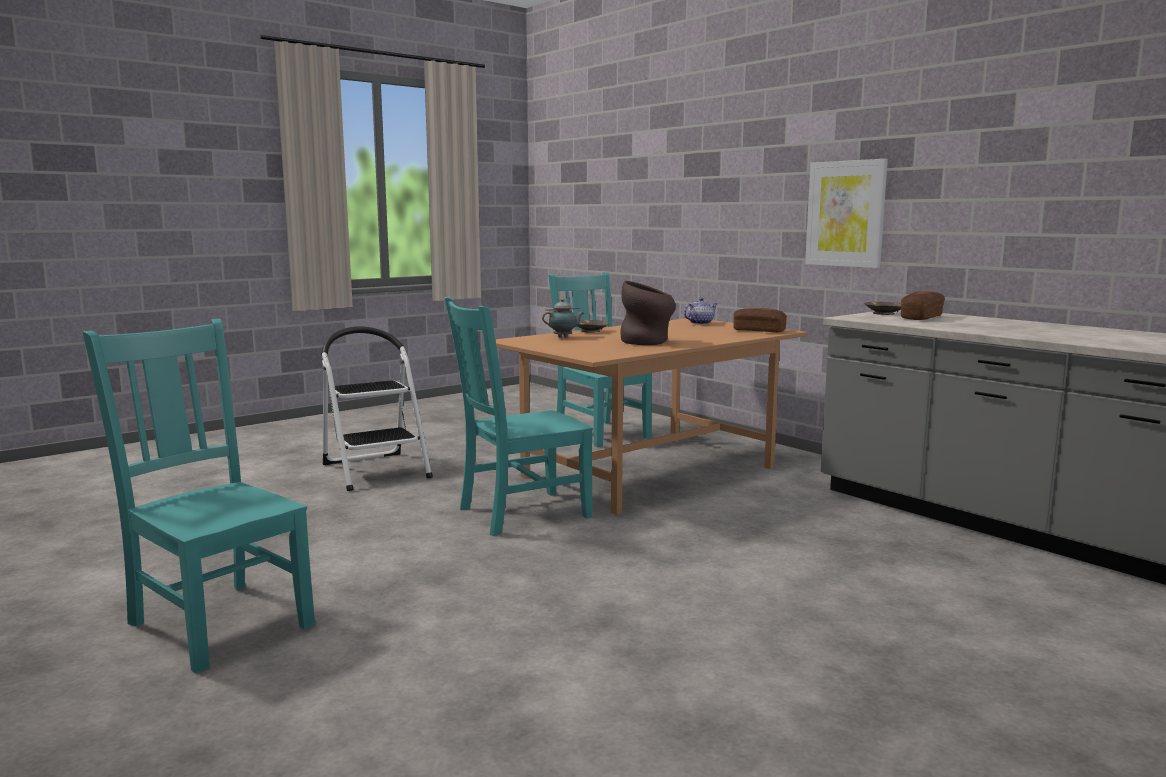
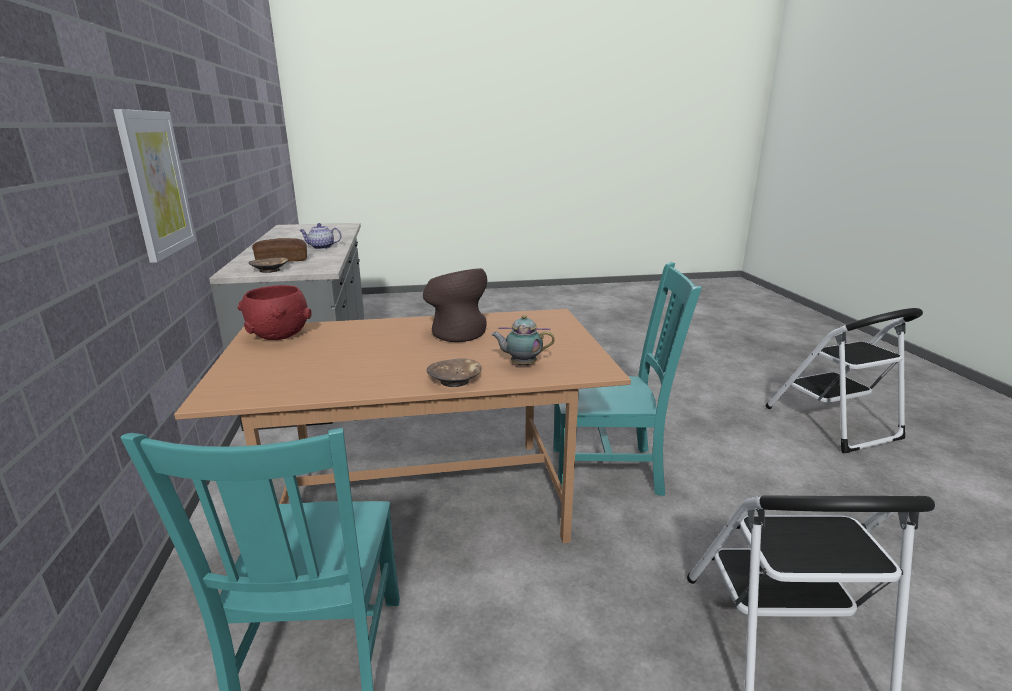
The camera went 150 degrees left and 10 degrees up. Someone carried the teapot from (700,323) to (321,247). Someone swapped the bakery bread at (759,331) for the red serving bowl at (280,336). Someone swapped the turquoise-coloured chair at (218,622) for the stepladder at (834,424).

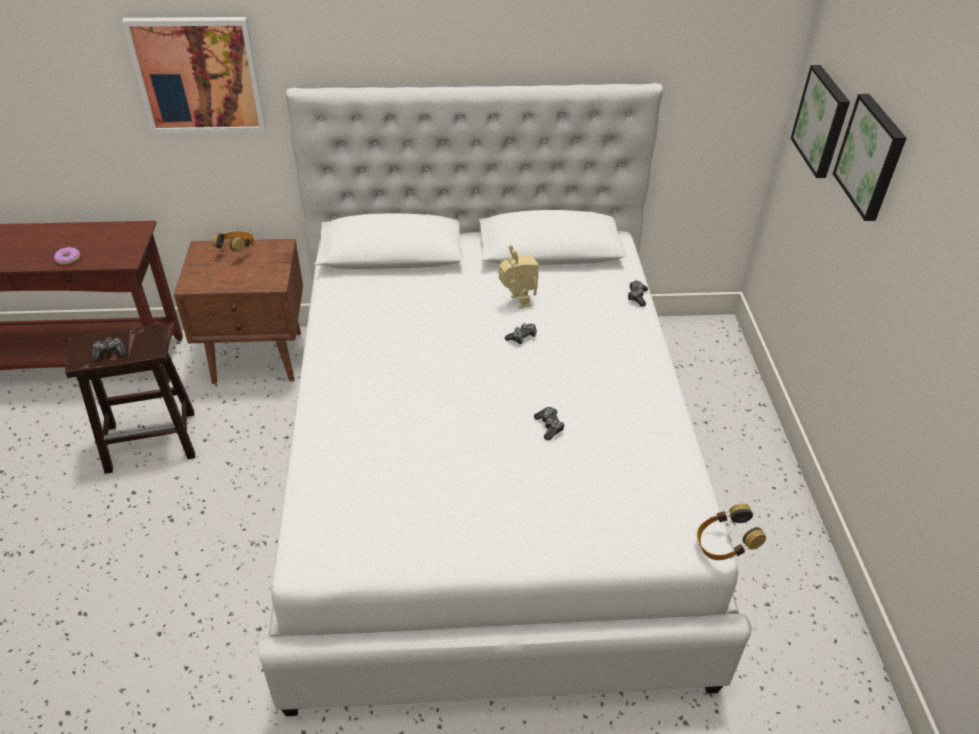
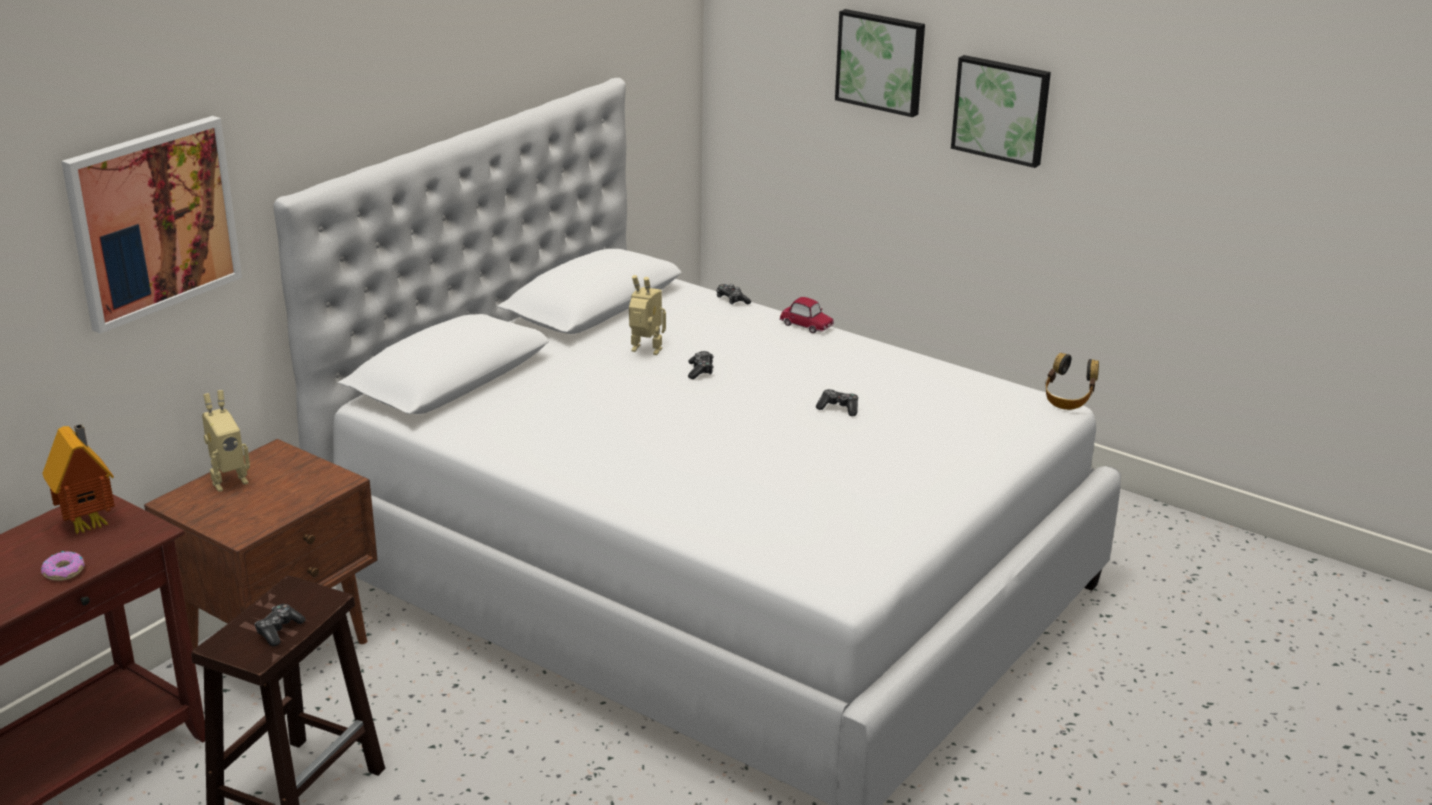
The camera went 50 degrees left and 15 degrees down. Someone carried the wall art from (823,121) to (1002,109). Someone swapped the headset at (237,250) for the robot figure at (228,481). Someone put down the model car at (806,325). Someone put down the toy house at (90,524).

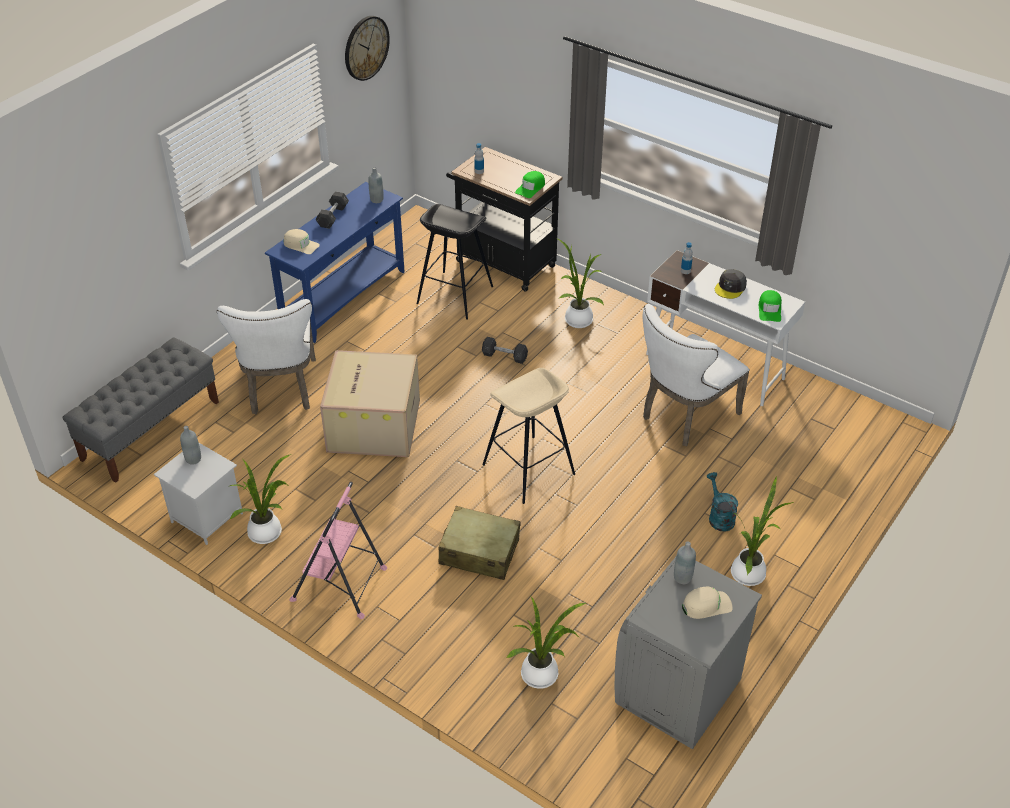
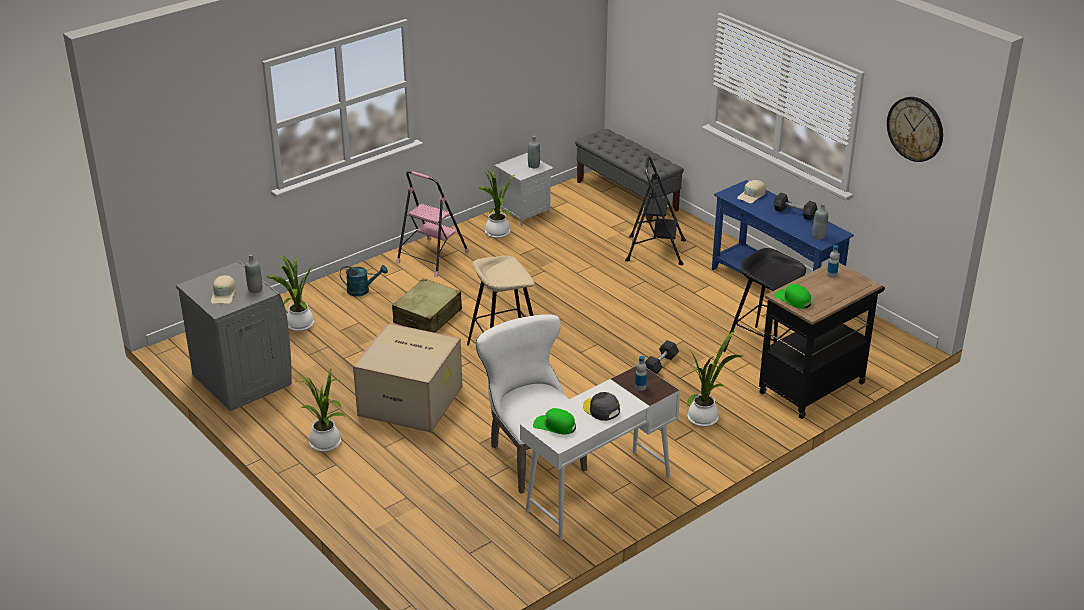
The camera went 105 degrees right and 10 degrees down. Someone swapped the whitish chair at (281,390) for the black-coloured stepladder at (653,250). Someone carried the packing box from (373,424) to (412,400). Someone carried the turquoise-coloured watering can from (719,517) to (362,290).

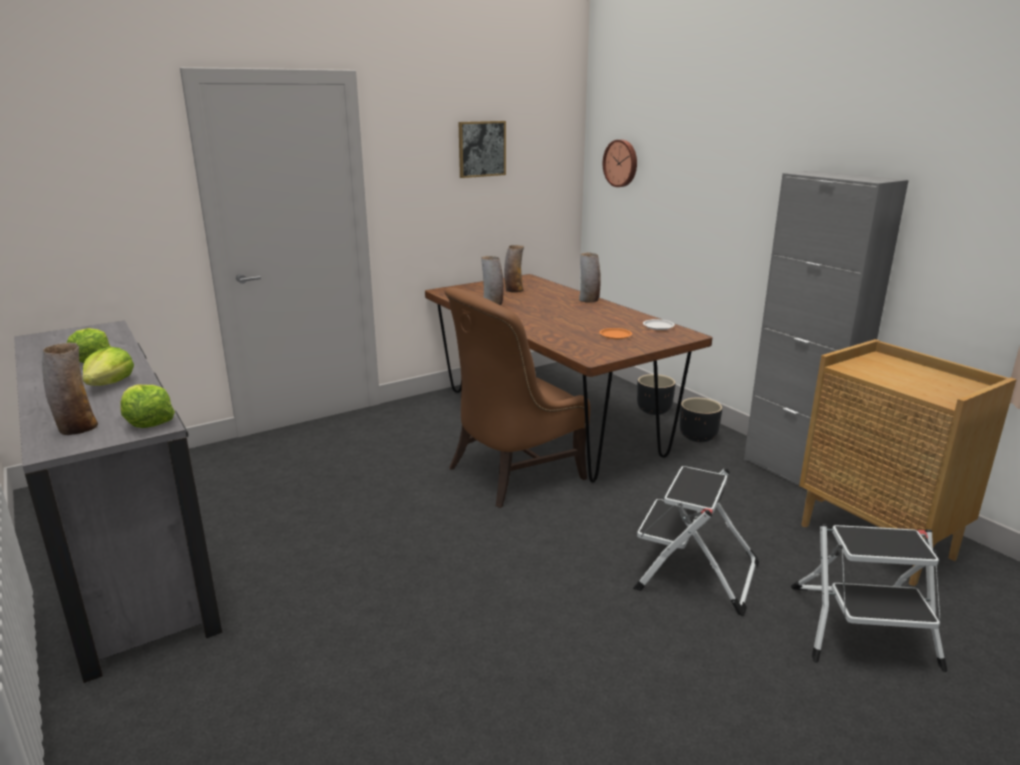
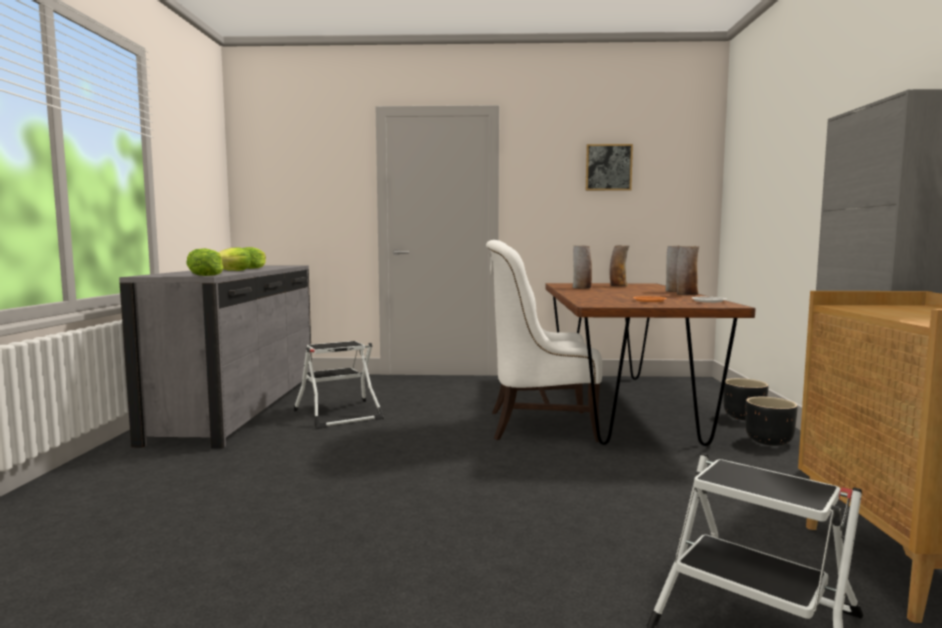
The camera went 35 degrees right and 15 degrees down. Someone took away the hanging clock at (621,163). Someone repainted the brown-coloured chair at (513,473), which became the whitish chair at (539,425). Someone carried the flower vase from (77,428) to (686,294). Someone carried the stepladder from (695,572) to (339,413).

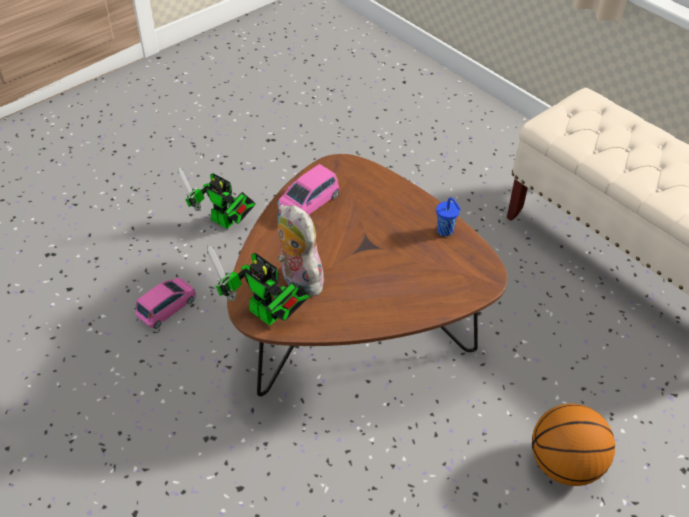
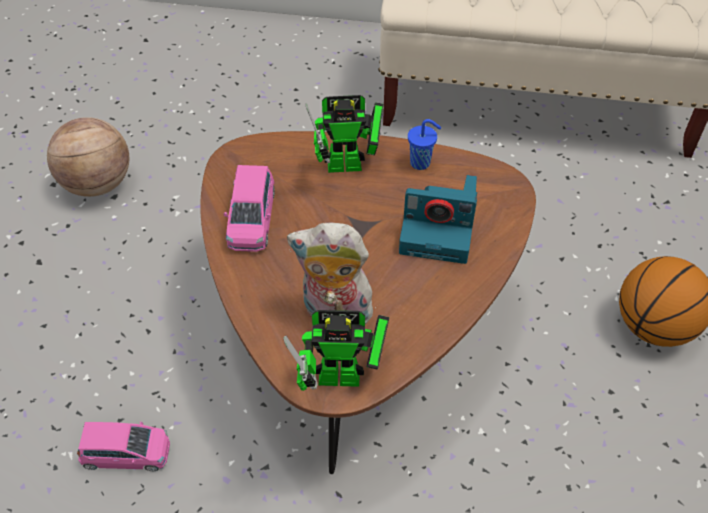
The camera went 40 degrees left and 5 degrees up. Someone carried the robot figure from (225,223) to (350,165). Someone rotated the pinkish model car at (167,308) by 90 degrees clockwise. Someone put down the ball for basketball at (97,184). Someone put down the photo camera at (439,230).

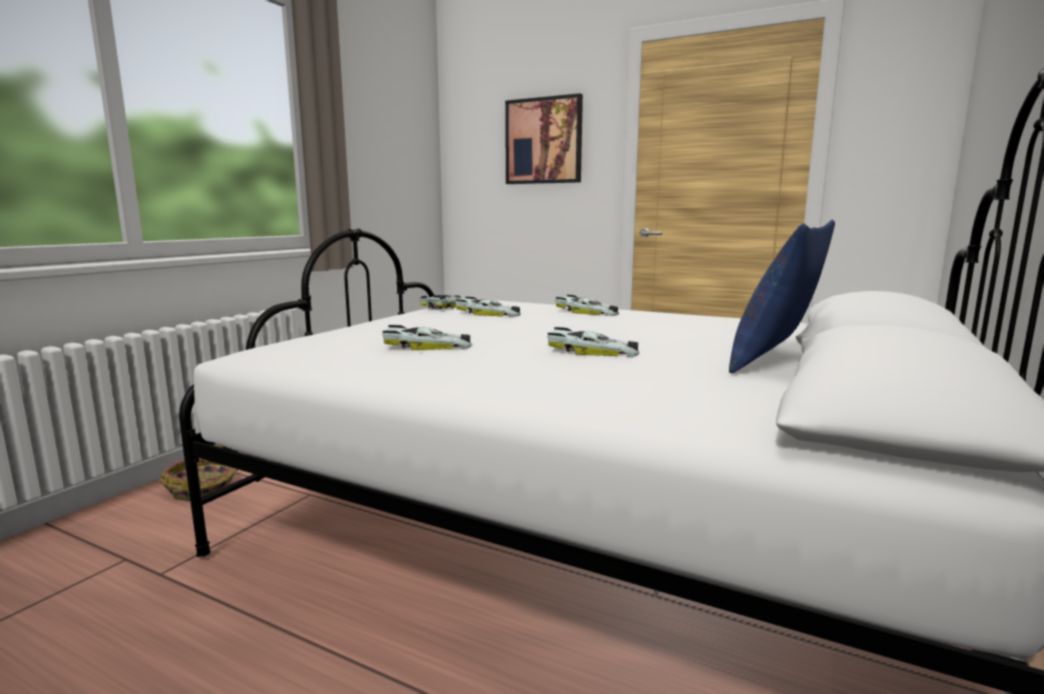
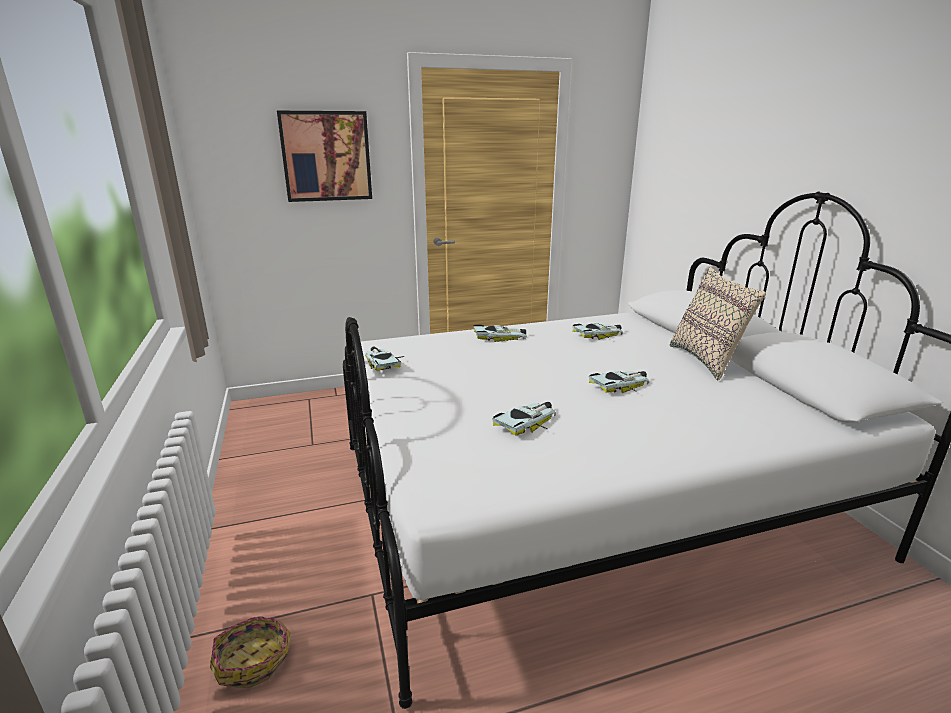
The camera went 45 degrees left and 10 degrees up. Someone repainted the blue throw pillow at (775,362), which became the beige-coloured throw pillow at (705,361). Someone carried the model car from (488,313) to (599,335).

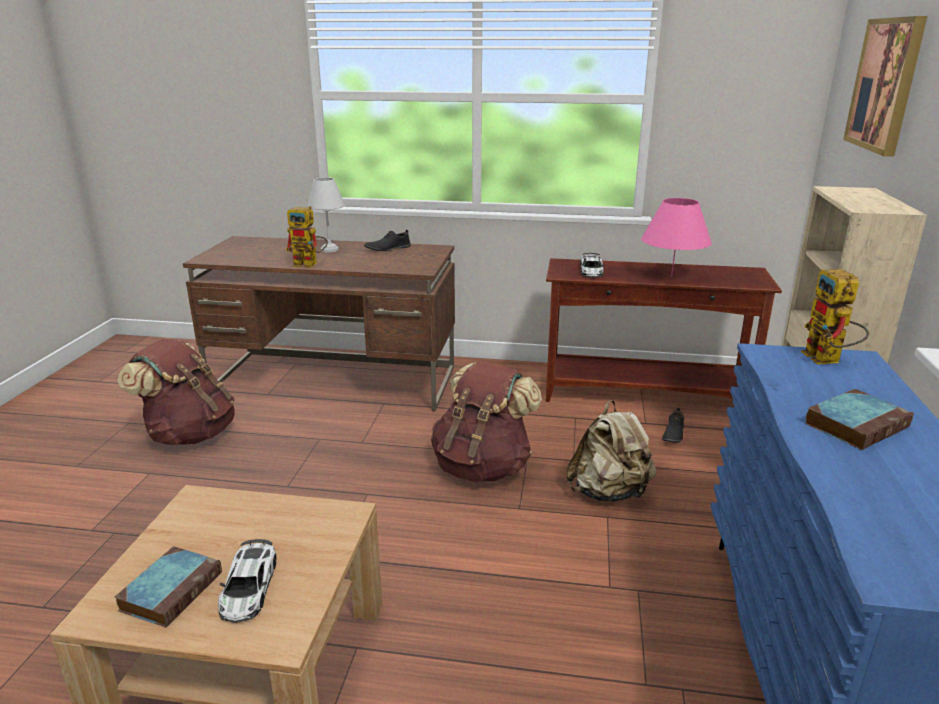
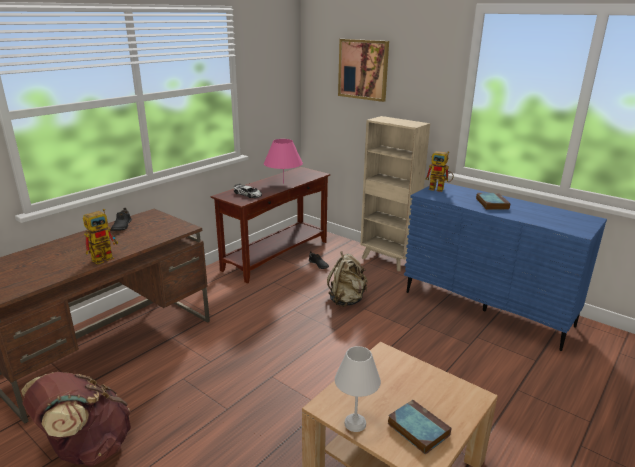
The camera went 60 degrees left and 0 degrees up. Someone carried the whitish tabletop lamp from (330,249) to (354,423). Someone took away the brown-coloured backpack at (483,467). Someone took away the model car at (248,588).

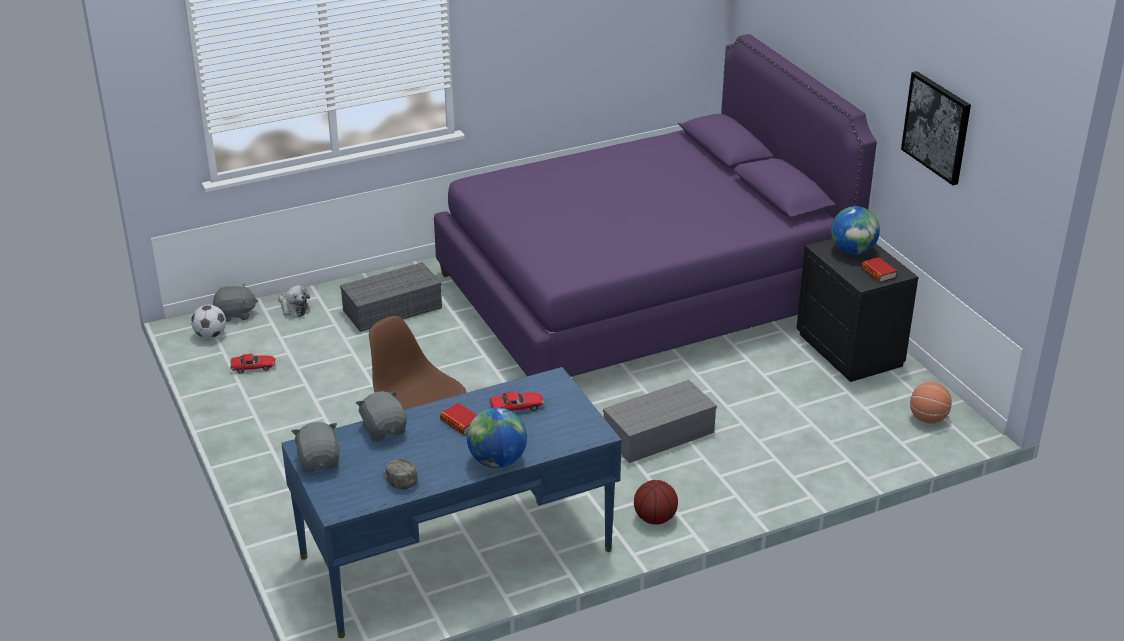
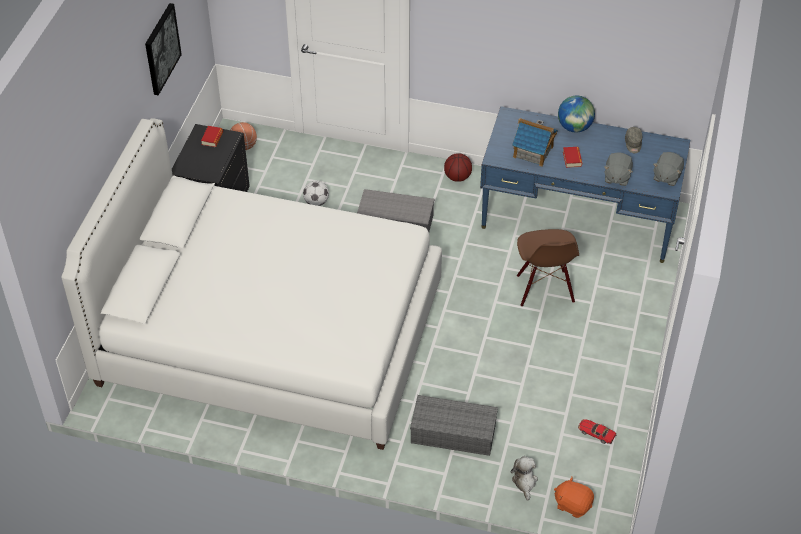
The camera went 140 degrees left and 15 degrees up. Someone repainted the purple-coloured bedroom bed at (641,293), which became the whitish bedroom bed at (270,335). Someone took away the globe at (852,251). Someone repainted the grey soft toy at (235,314), which became the orangey soft toy at (573,504). Someone carried the football ball from (210,335) to (316,202). Someone swapped the model car at (517,407) for the toy house at (533,152).

